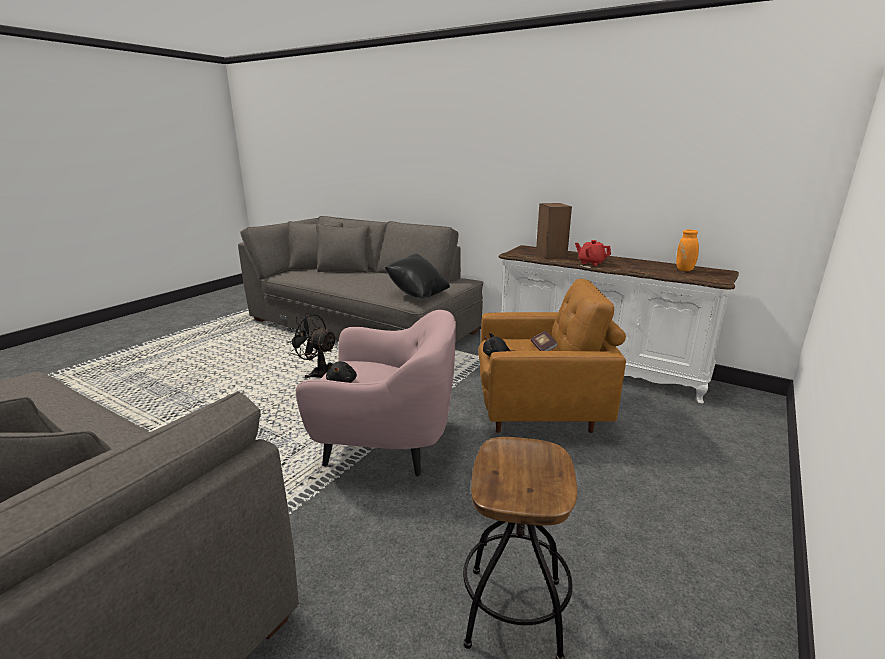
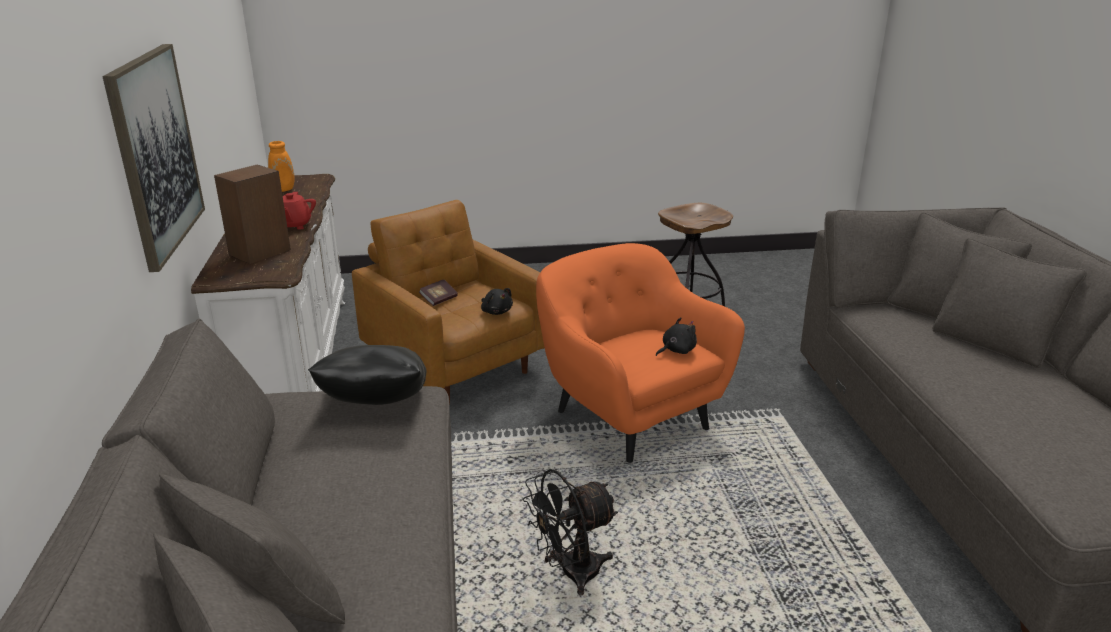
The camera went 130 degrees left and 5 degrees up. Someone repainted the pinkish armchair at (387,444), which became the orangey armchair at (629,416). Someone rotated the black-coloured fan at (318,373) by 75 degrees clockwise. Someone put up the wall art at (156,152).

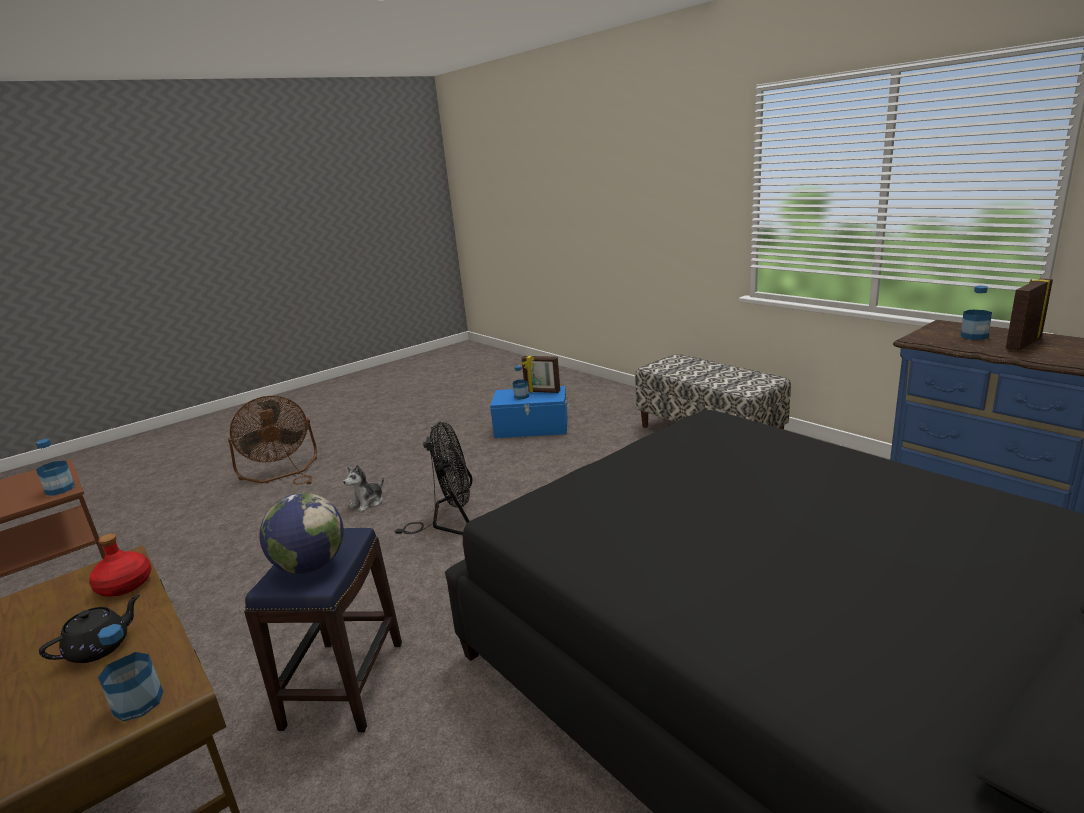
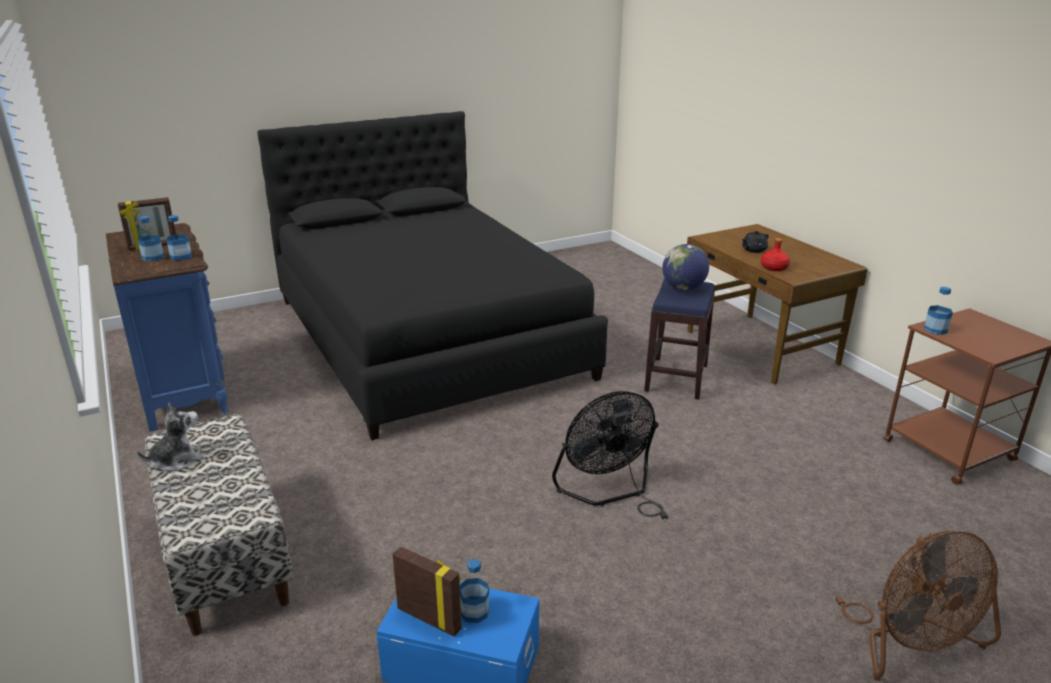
The camera went 170 degrees left and 5 degrees up. Someone rotated the black-coloured fan at (448,516) by 60 degrees clockwise. Someone carried the soft toy from (368,503) to (176,460). Someone carried the drink bottle from (138,703) to (181,257).

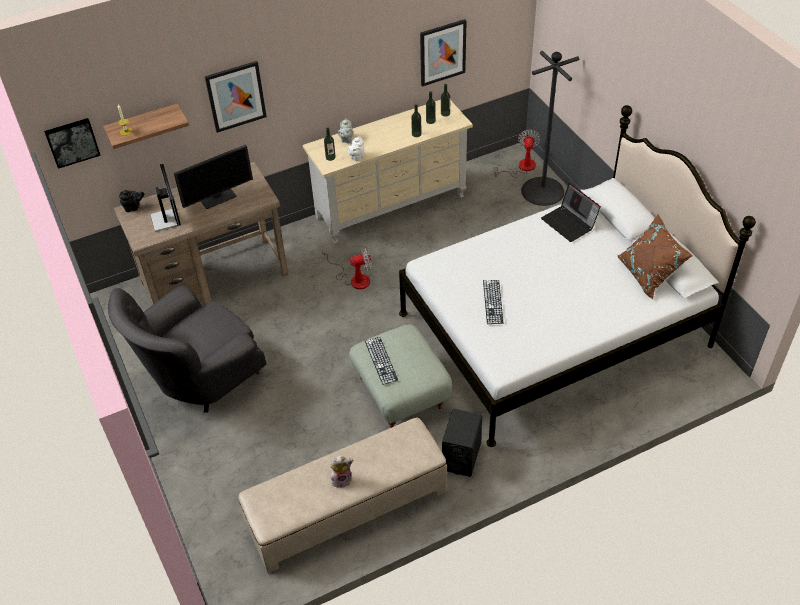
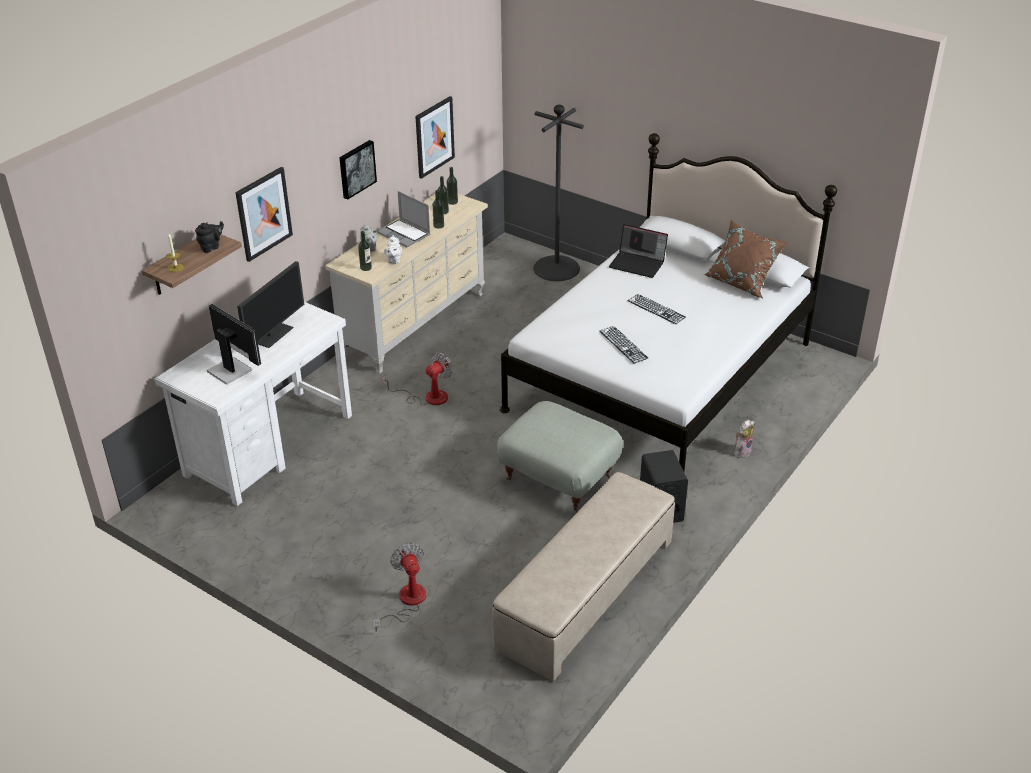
The camera went 30 degrees left and 10 degrees down. Someone carried the wall art from (72,142) to (356,169). Someone carried the fan from (521,168) to (406,602). Someone repainted the brown-coloured desk at (214,277), which became the whitish desk at (269,444). Someone carried the black-coloured teapot from (133,207) to (211,247). Someone took away the grey armchair at (200,378). Someone carried the PC keyboard from (381,360) to (656,309). Someone carried the soft toy from (342,479) to (742,451). Someone put down the laptop at (405,234).

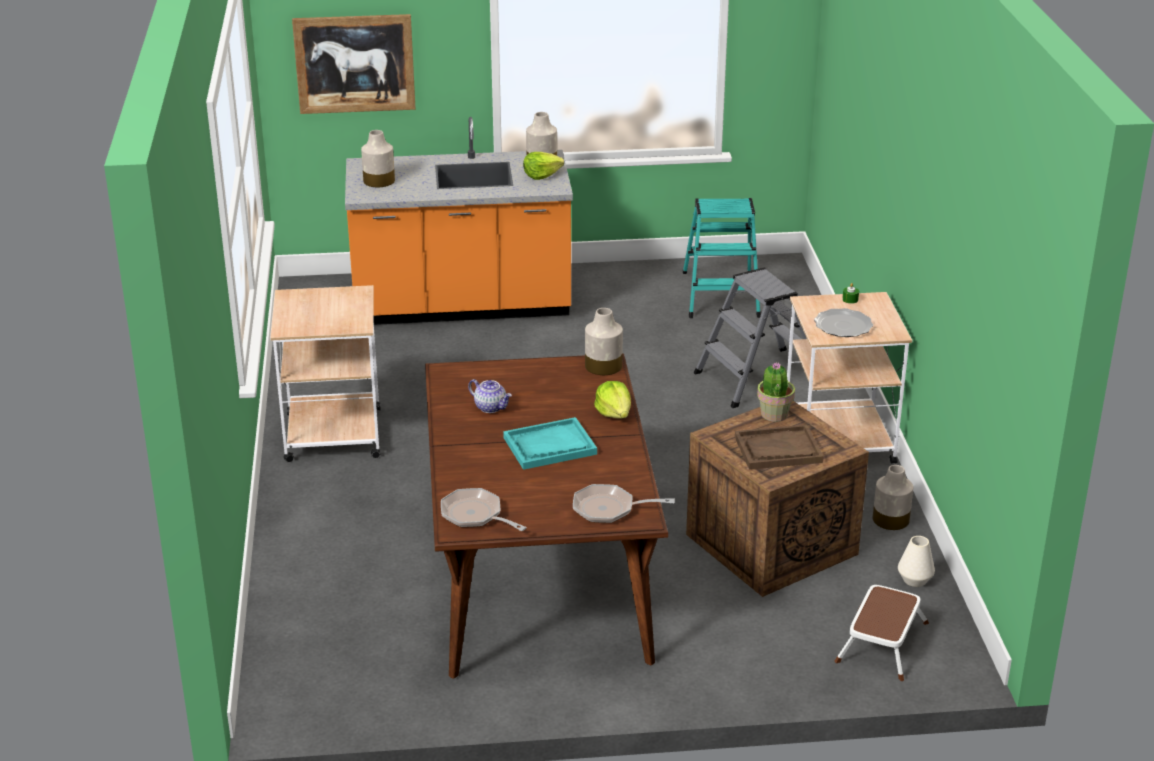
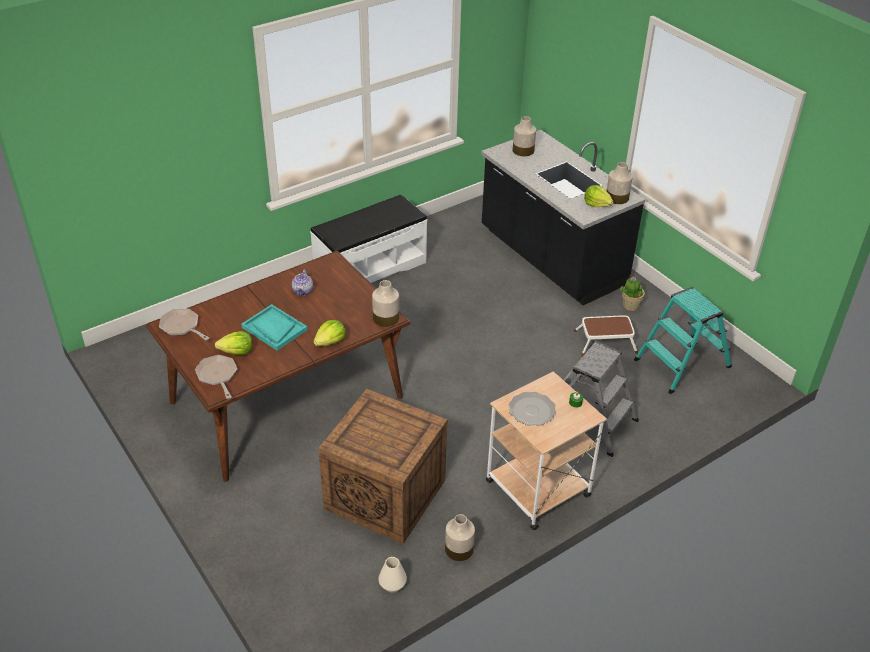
The camera went 60 degrees right and 10 degrees up. Someone took away the wall art at (354,63). Someone repainted the orangey counter at (462,305), which became the black-coloured counter at (551,258). Someone swapped the beige-coloured wheeled cart at (333,433) for the whitish long seat at (370,268). Someone carried the houseplant from (774,414) to (630,305). Someone took away the brown-coloured carrying tray at (778,450). Someone rotated the pan at (475,515) by 60 degrees counterclockwise. Someone carried the brown-coloured stepladder from (881,642) to (605,341). Someone put down the lettuce head at (237,351).

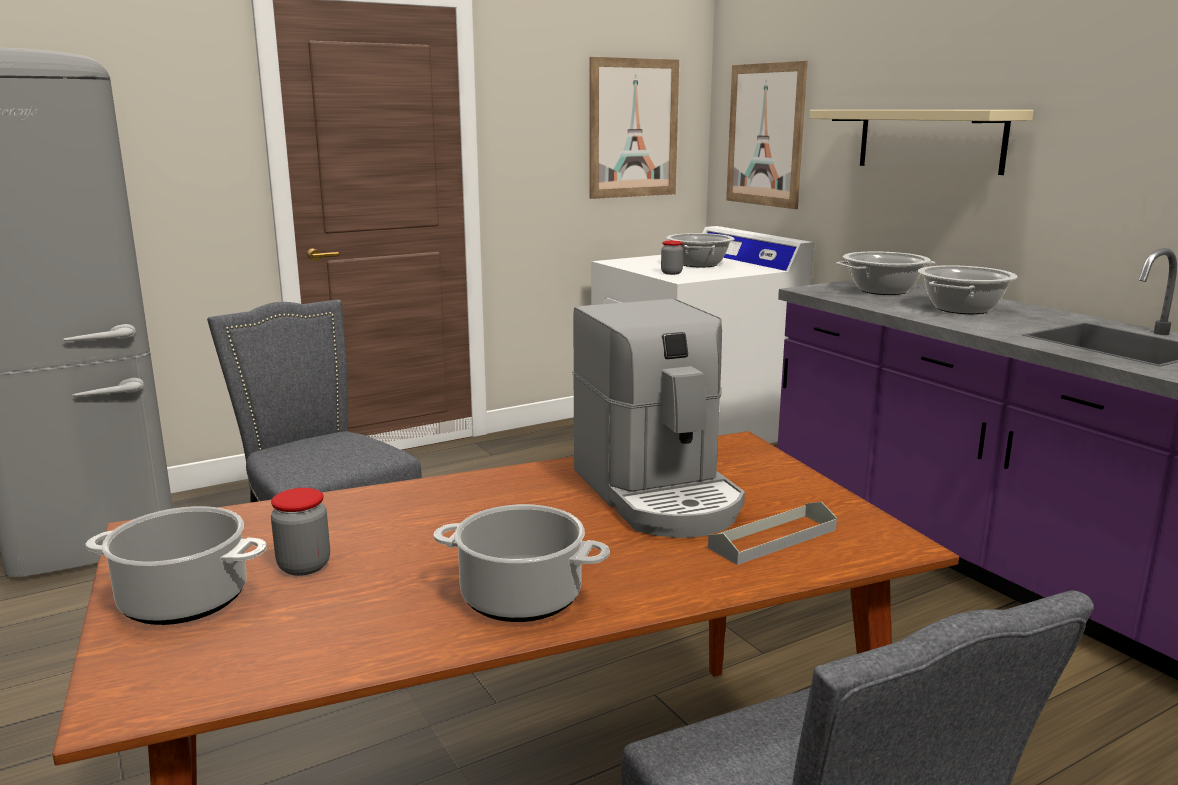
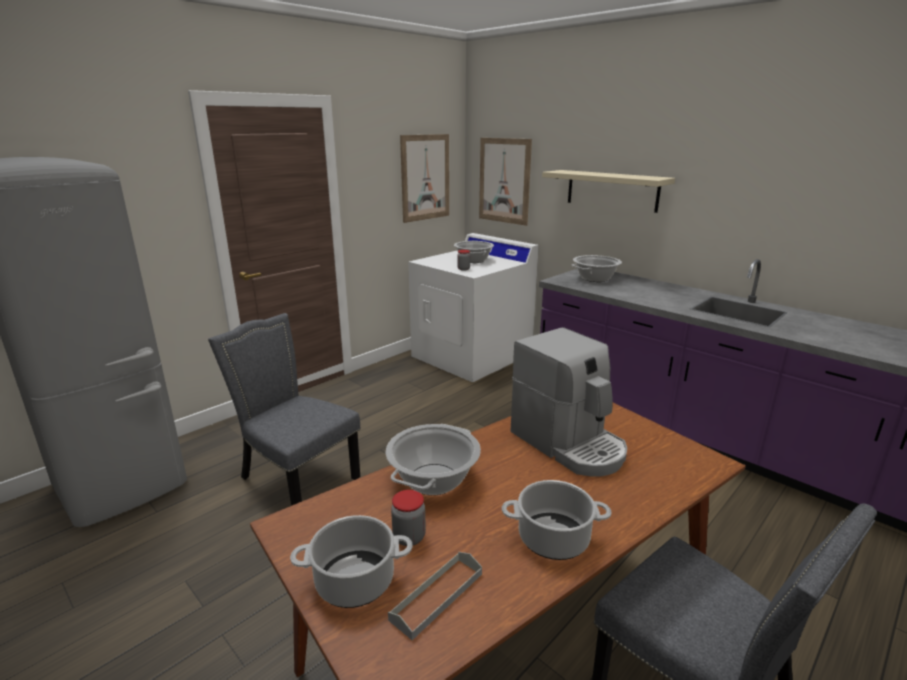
The camera went 15 degrees left and 5 degrees up. Someone carried the cooking pot from (962,309) to (433,480). Someone carried the grey carrying tray from (773,539) to (437,596).

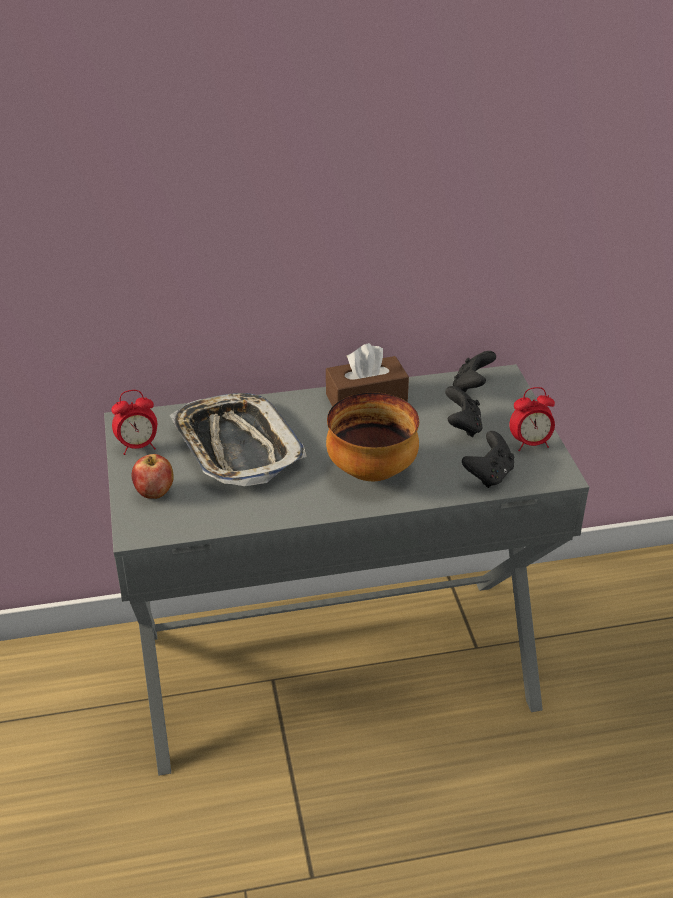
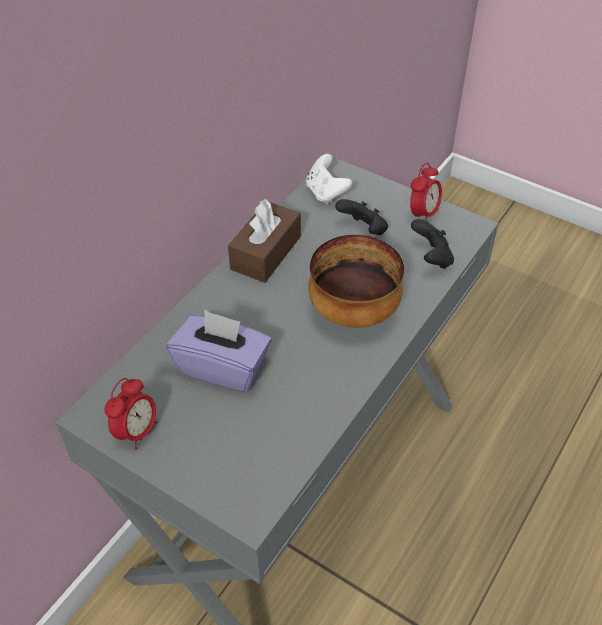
The camera went 45 degrees left and 10 degrees up. Someone repainted the black-coloured game controller at (472,386), which became the whitish game controller at (326,193). Someone swapped the carrying tray at (236,446) for the purple-coloured box of tissues at (223,367). Someone took away the apple at (154,493).

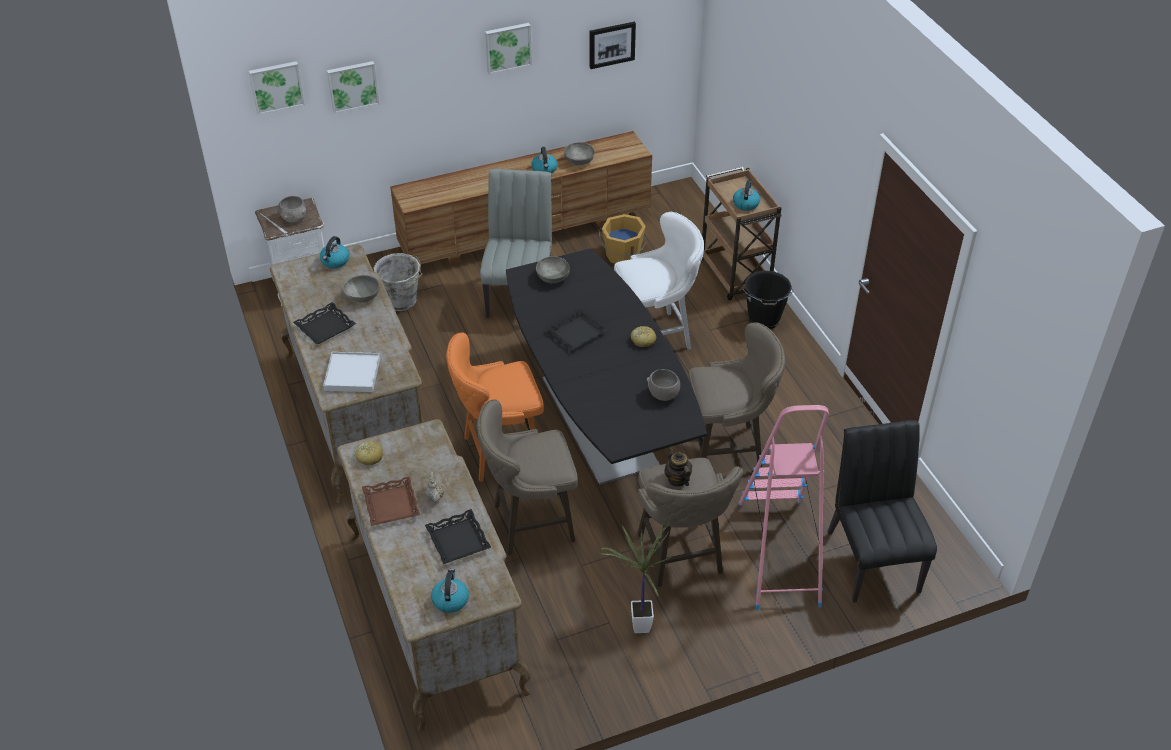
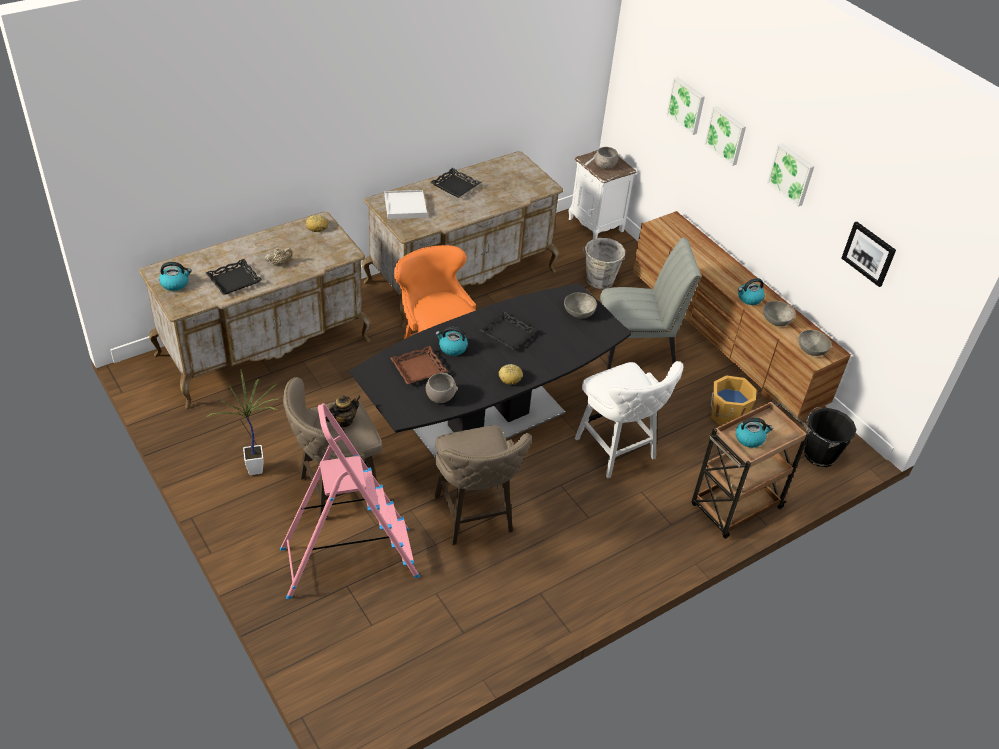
The camera went 75 degrees right and 0 degrees up. Someone carried the wall art from (276,86) to (726,135). Someone carried the kettle from (335,261) to (452,348). Someone carried the black-coloured water bucket from (764,320) to (818,455). Someone carried the grey serving bowl from (362,296) to (811,350). Someone took away the beige-coloured sitting stool at (529,523). Someone took away the black-coloured chair at (873,562). Someone carried the brown-coloured carrying tray from (392,505) to (418,369).

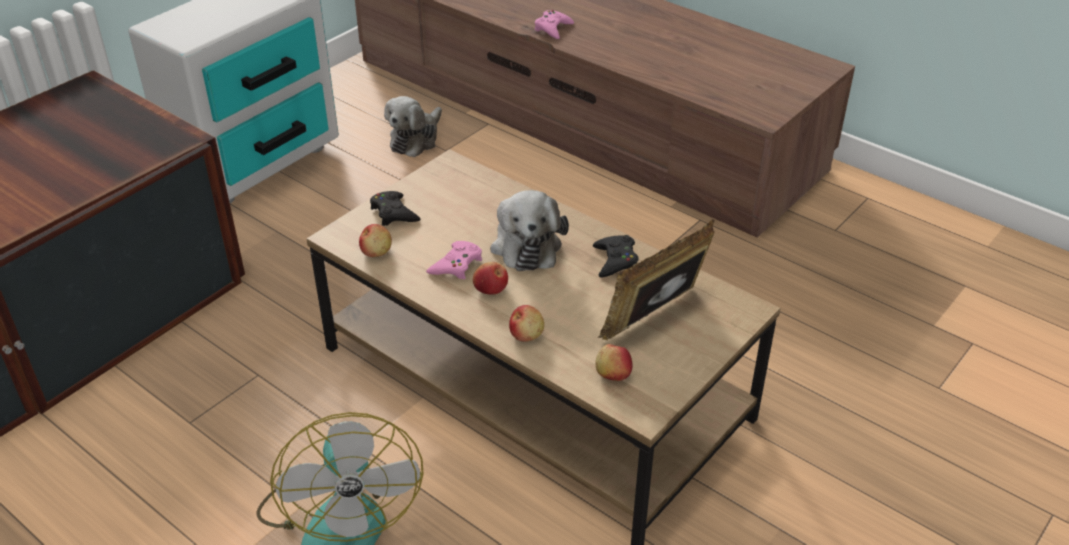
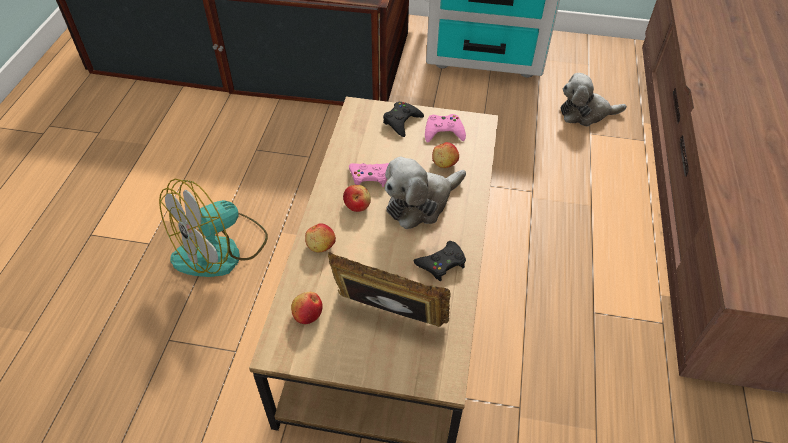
The camera went 60 degrees right and 10 degrees up. Someone carried the pinkish game controller from (553,28) to (443,132). Someone carried the apple from (377,252) to (444,163).

